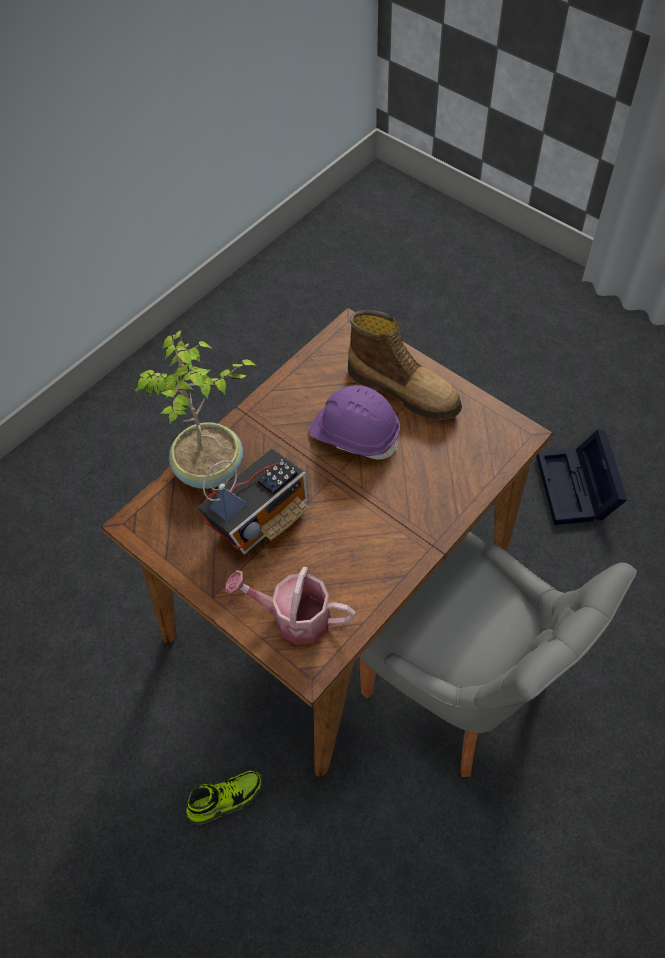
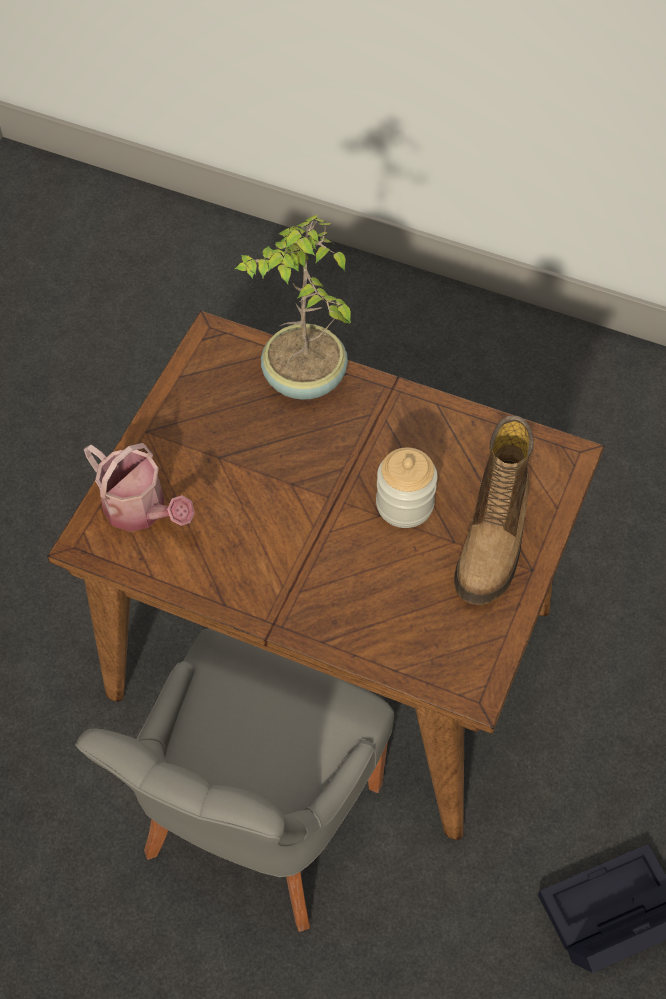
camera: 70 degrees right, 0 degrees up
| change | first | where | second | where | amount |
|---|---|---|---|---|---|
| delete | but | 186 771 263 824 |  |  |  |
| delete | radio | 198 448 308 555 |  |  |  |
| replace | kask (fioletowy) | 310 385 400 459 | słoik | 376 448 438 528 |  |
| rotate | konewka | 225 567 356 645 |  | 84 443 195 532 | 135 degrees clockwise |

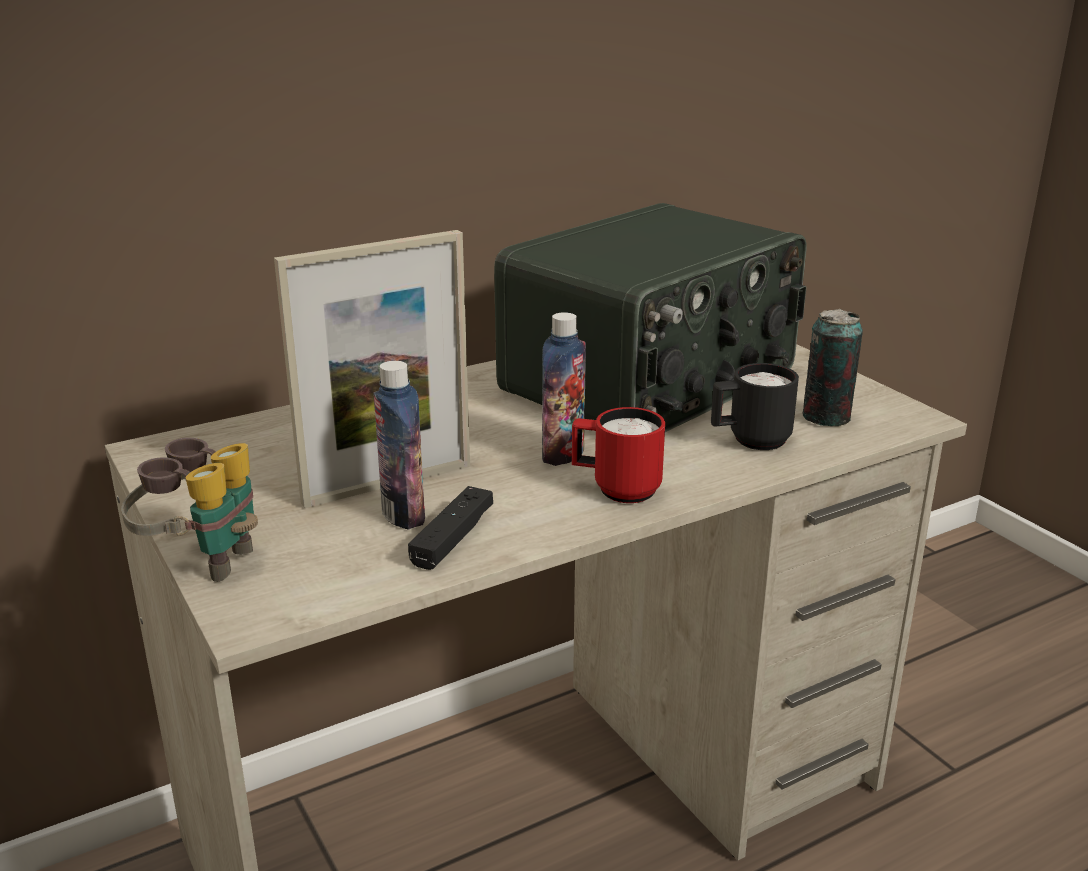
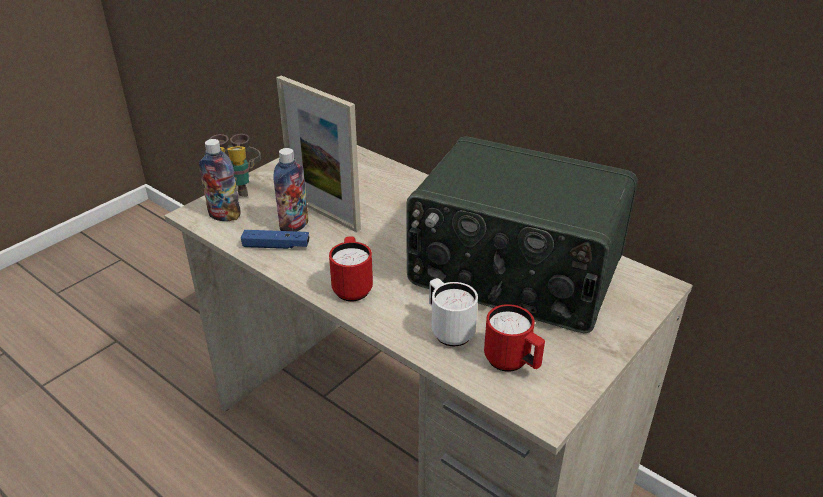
camera: 70 degrees right, 10 degrees up
| change | first | where | second | where | amount |
|---|---|---|---|---|---|
| move | butelka | 542 312 586 466 |  | 199 139 241 221 |  |
| replace | puszka | 802 309 863 426 | kubek (czerwony) | 484 304 545 372 |  |
| recolor | pad do gier (czarny) | 408 486 493 570 | pad do gier (niebieski) | 241 230 310 249 |  |
| recolor | kubek (czarny) | 711 363 799 450 | kubek (biały) | 429 278 478 346 |  |

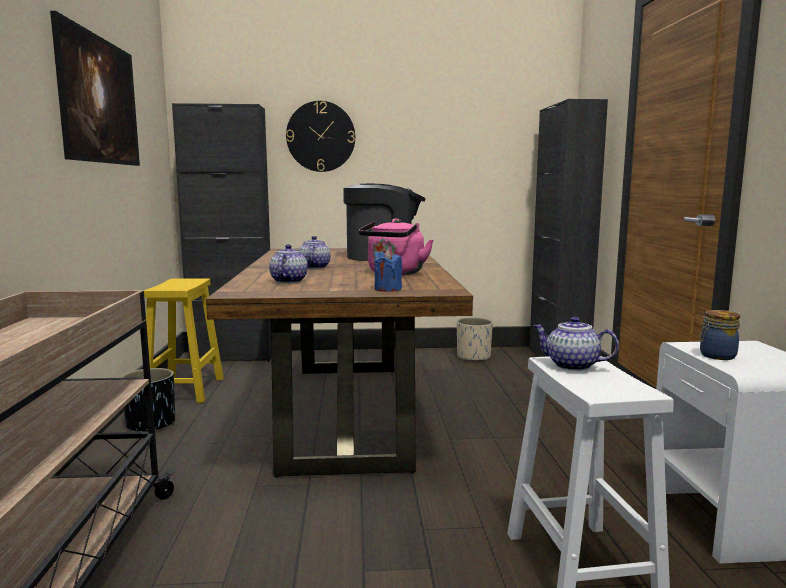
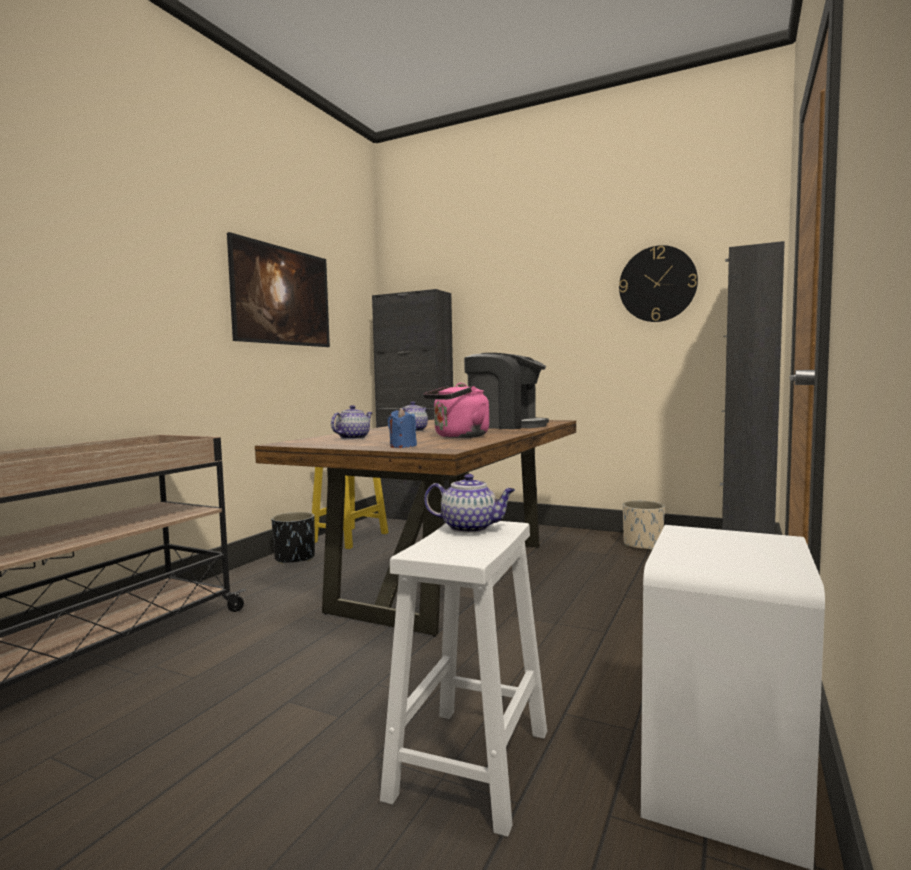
camera: 30 degrees right, 5 degrees down
| change | first | where | second | where | amount |
|---|---|---|---|---|---|
| delete | słoik | 699 310 740 360 |  |  |  |
| move | zegar ścienny | 286 101 355 172 |  | 619 245 698 322 |  |
| rotate | imbryk | 533 316 619 371 |  | 424 474 515 533 | 135 degrees clockwise |

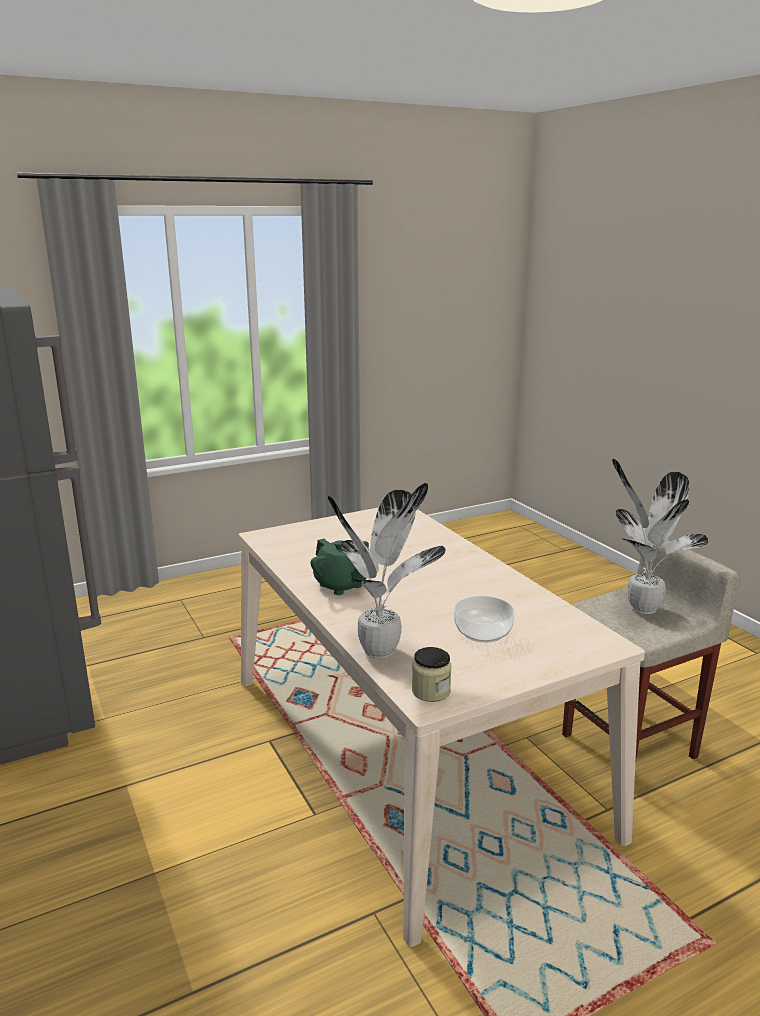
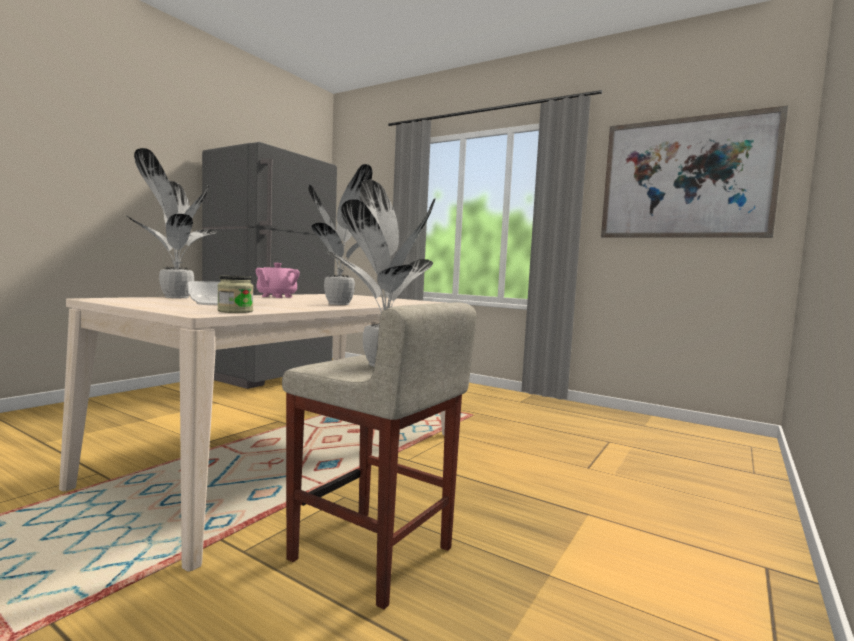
camera: 60 degrees right, 15 degrees down
| change | first | where | second | where | amount |
|---|---|---|---|---|---|
| insert |  |  | roślina doniczkowa | 308 164 372 305 |  |
| insert |  |  | obraz | 601 105 788 238 |  |
| move | słoik | 412 647 452 702 |  | 218 276 254 313 |  |
| recolor | imbryk (zielony) | 310 538 369 595 | imbryk (różowy) | 256 263 300 298 |  |

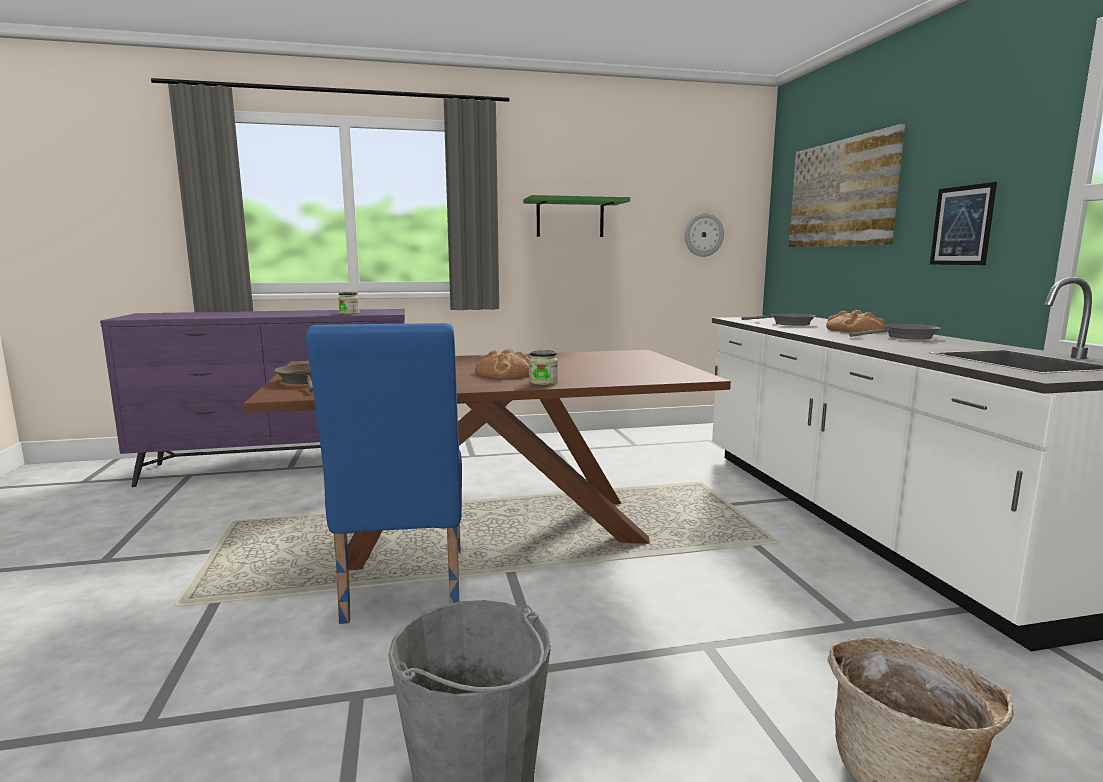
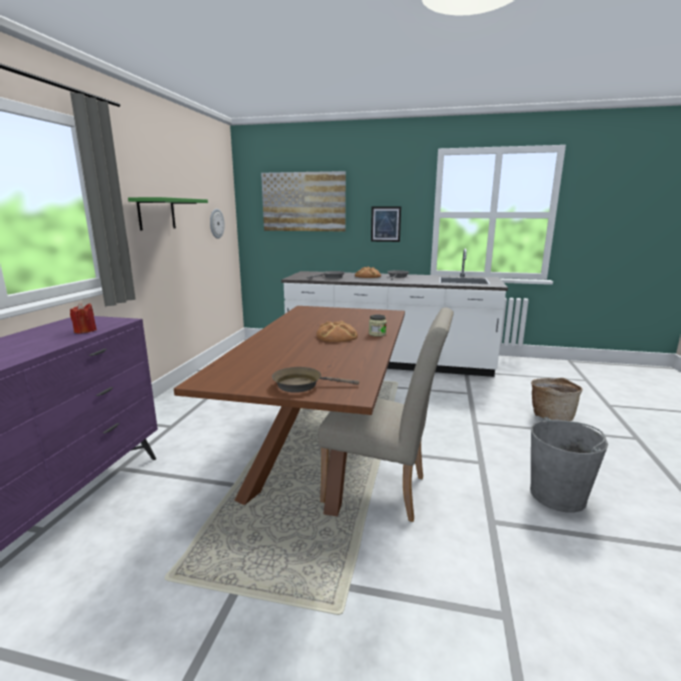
camera: 65 degrees left, 5 degrees up
| change | first | where | second | where | amount |
|---|---|---|---|---|---|
| replace | słoik | 338 292 360 315 | świeca (czerwony) | 70 303 97 334 |  |
| recolor | krzesło (niebieski) | 306 323 462 624 | krzesło (beżowy) | 318 308 454 522 |  |

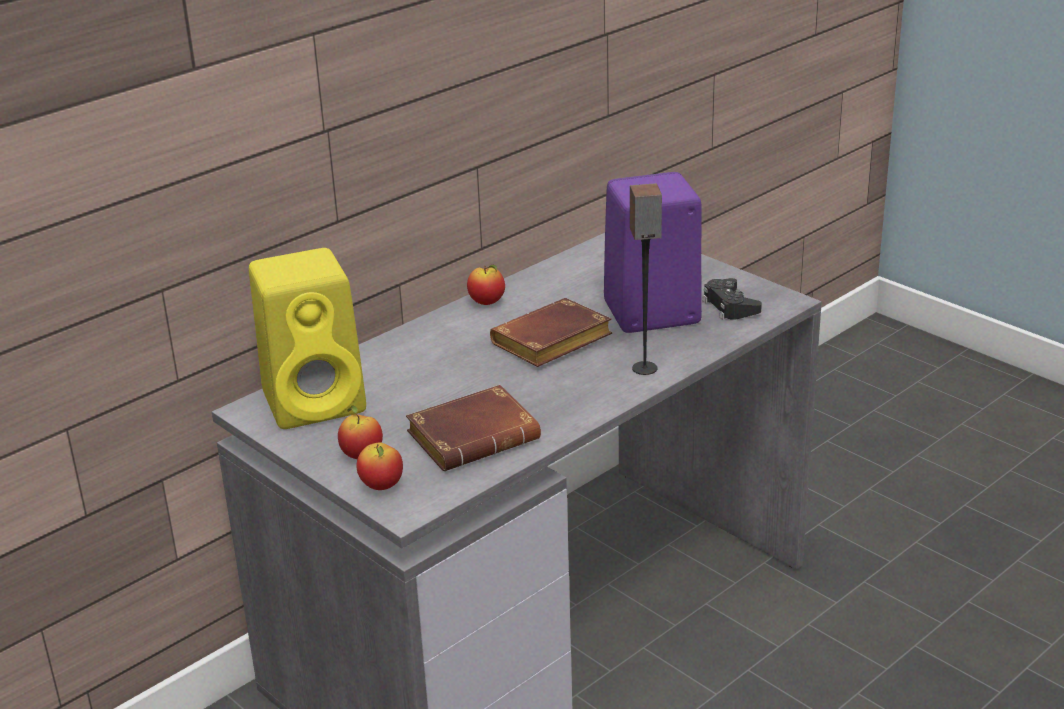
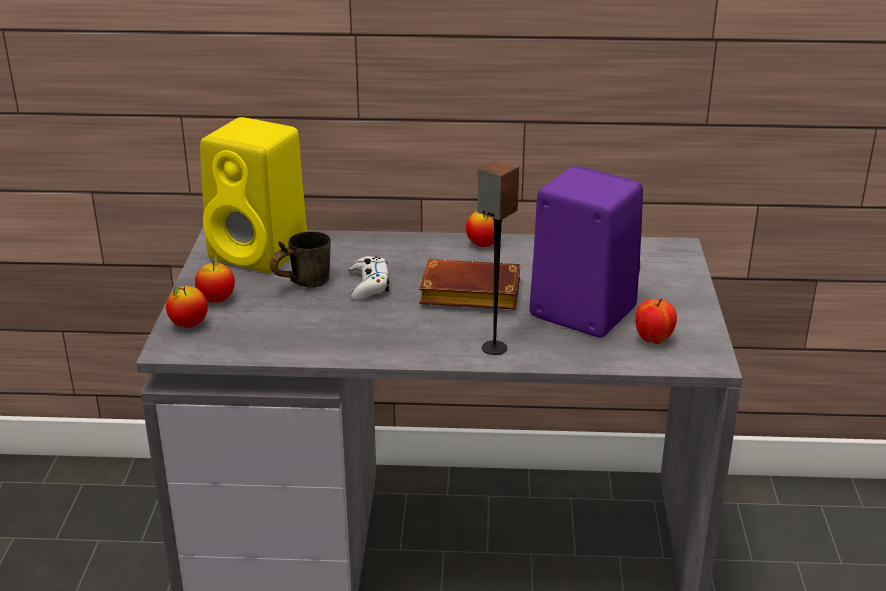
camera: 45 degrees right, 0 degrees up
| change | first | where | second | where | amount |
|---|---|---|---|---|---|
| delete | książka (brązowy) | 406 385 541 471 |  |  |  |
| insert |  |  | kubek (szary) | 270 231 331 288 |  |
| insert |  |  | pad do gier (biały) | 349 256 389 301 |  |
| replace | pad do gier (czarny) | 703 278 762 320 | jabłko | 635 298 677 344 |  |

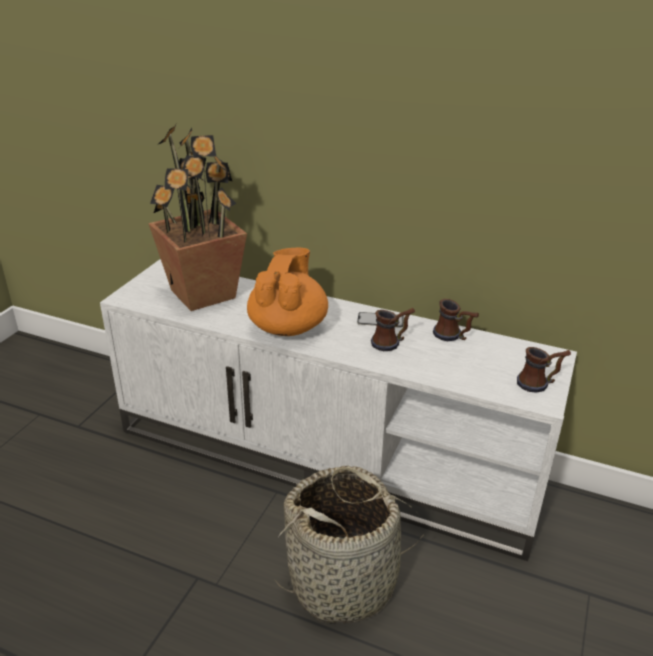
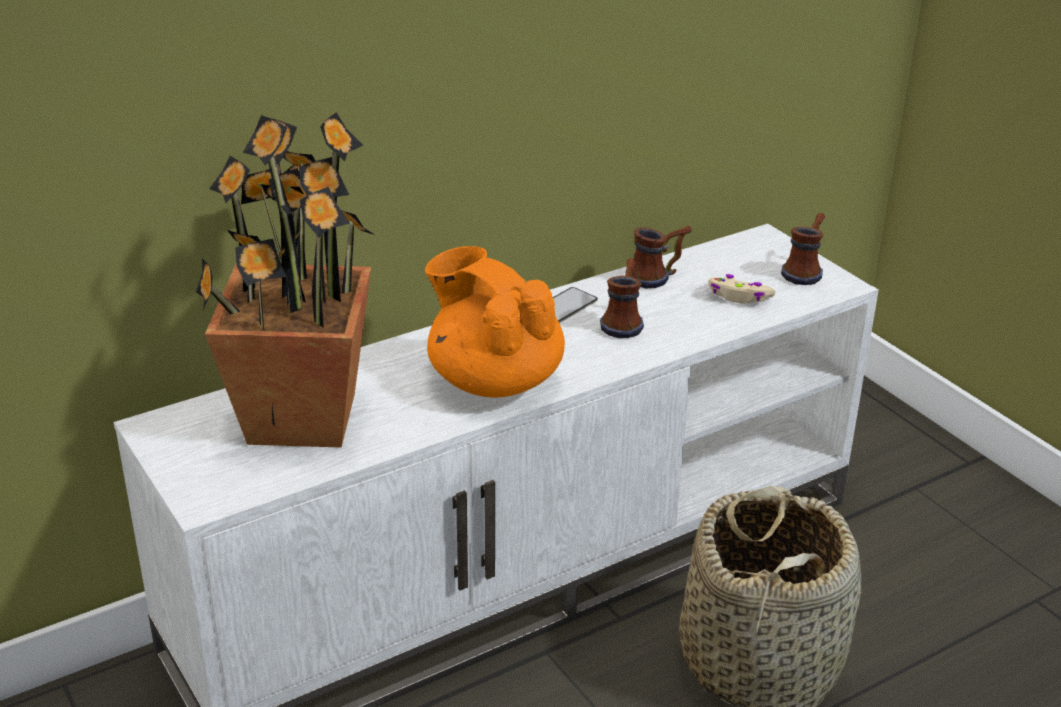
camera: 55 degrees left, 0 degrees up
| change | first | where | second | where | amount |
|---|---|---|---|---|---|
| insert |  |  | pad do gier (beżowy) | 708 274 776 304 |  |

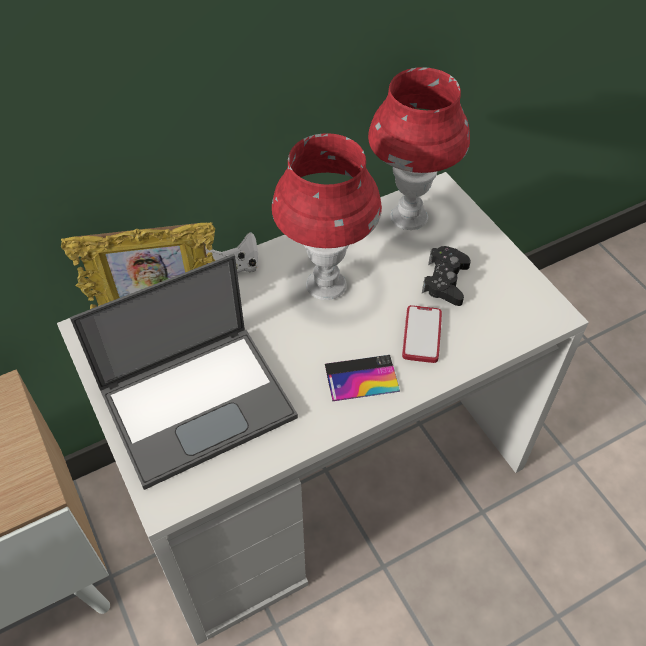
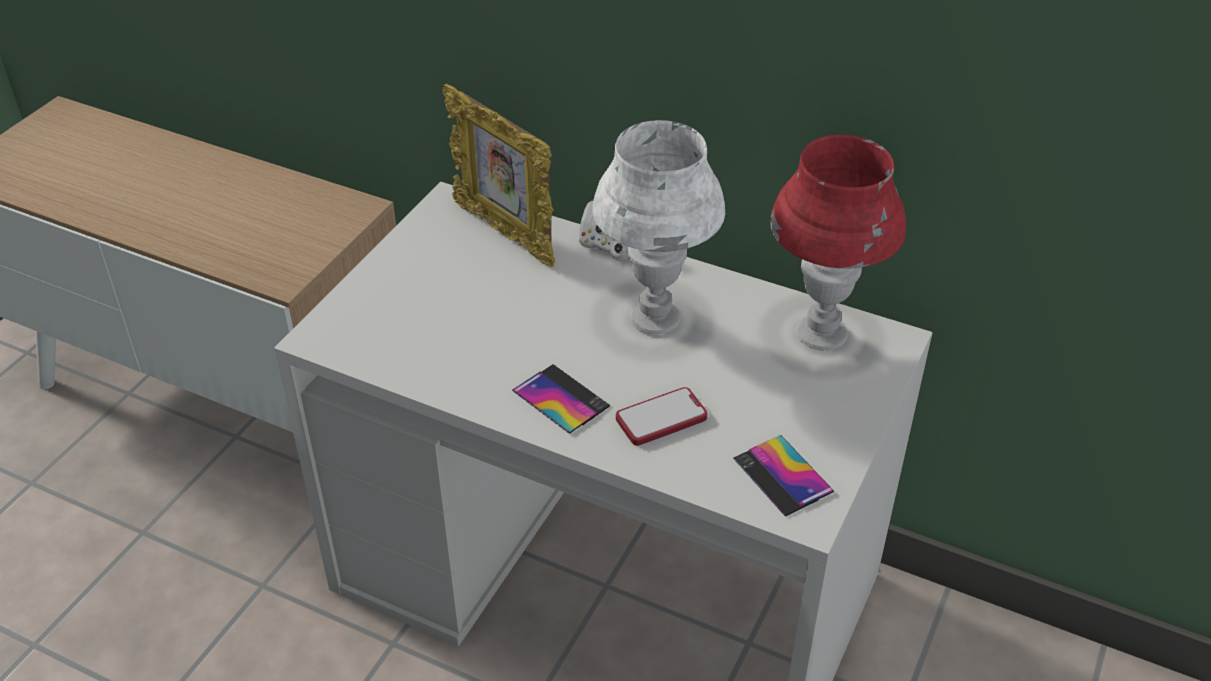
camera: 55 degrees right, 10 degrees down
| change | first | where | second | where | amount |
|---|---|---|---|---|---|
| delete | laptop | 70 254 298 490 |  |  |  |
| delete | pad do gier (czarny) | 422 246 471 306 |  |  |  |
| insert |  |  | telefon | 733 435 834 517 |  |
| recolor | lampa stołowa (czerwony) | 272 133 382 300 | lampa stołowa (biały) | 593 120 725 334 |  |

